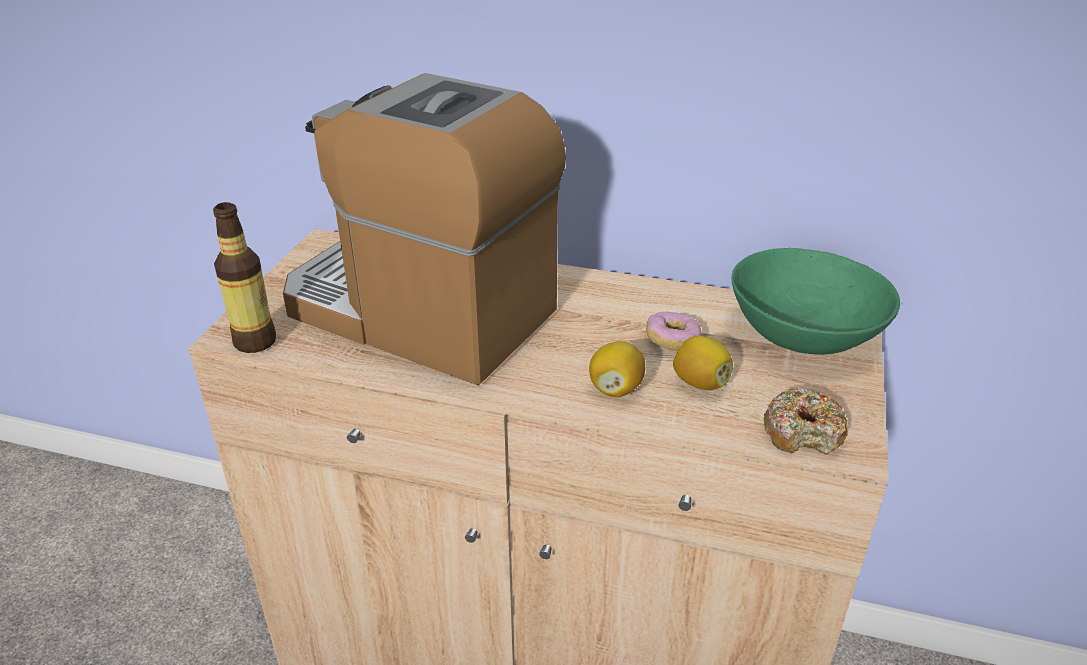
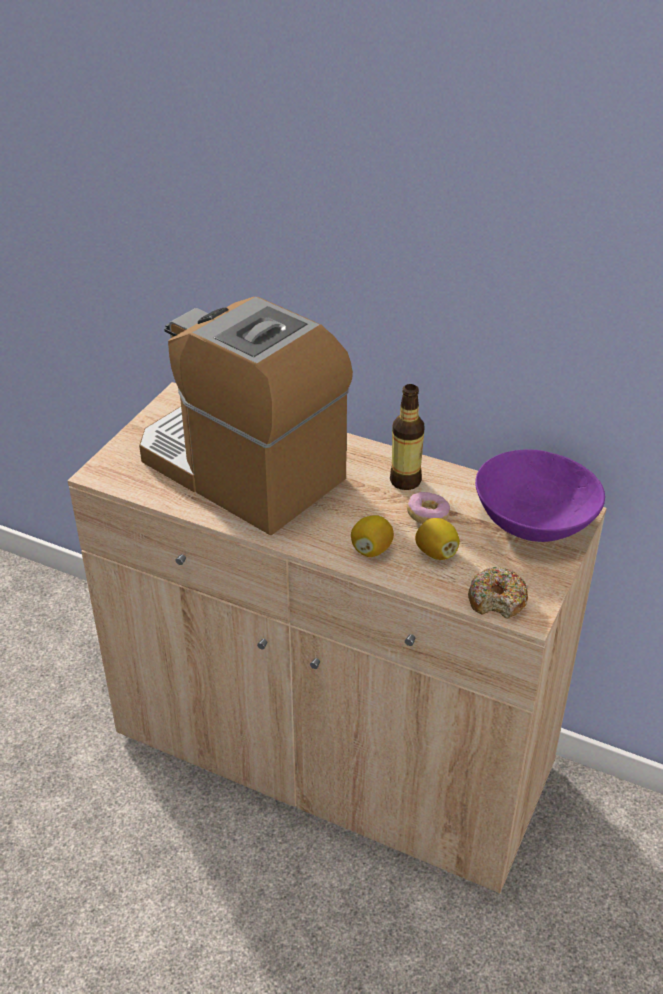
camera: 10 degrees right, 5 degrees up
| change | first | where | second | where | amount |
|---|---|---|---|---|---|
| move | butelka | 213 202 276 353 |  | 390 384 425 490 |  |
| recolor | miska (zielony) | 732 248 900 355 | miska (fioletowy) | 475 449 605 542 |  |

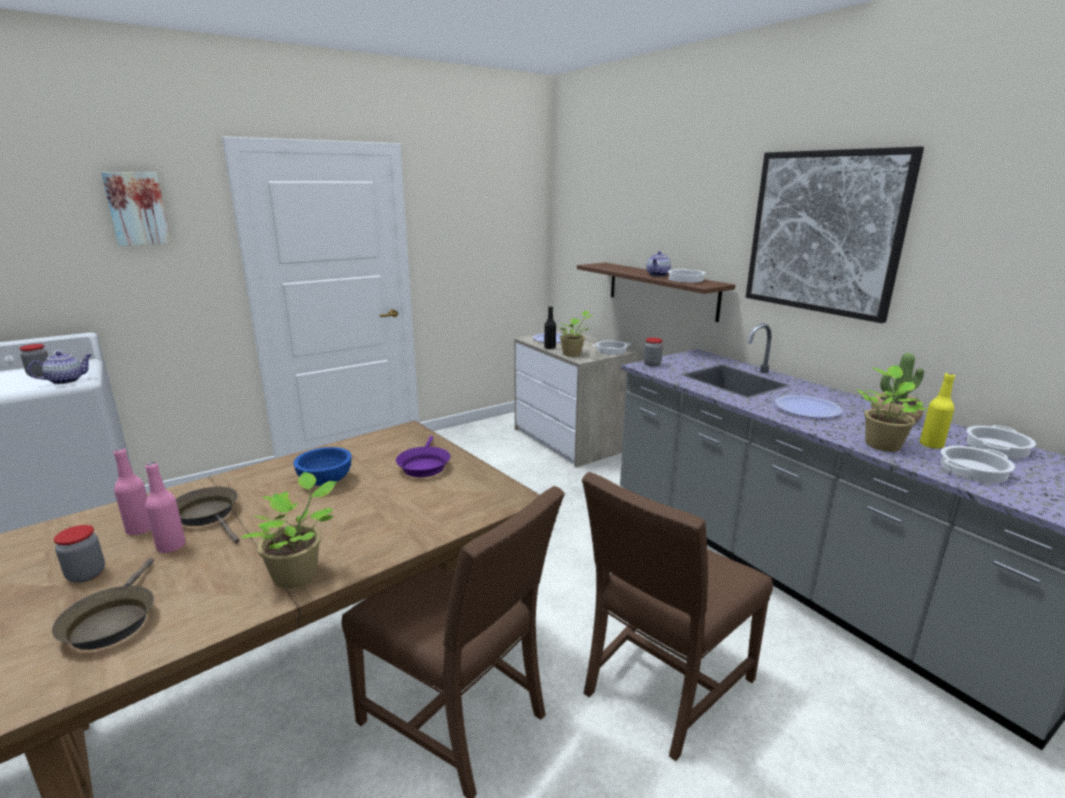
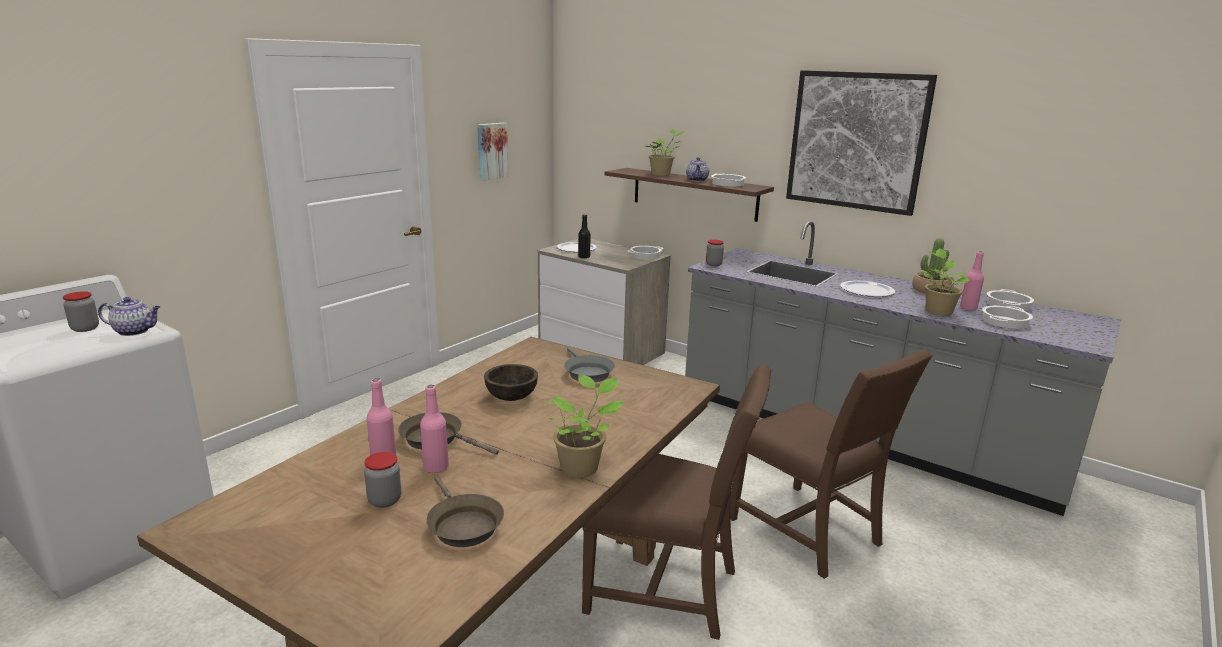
camera: 20 degrees left, 0 degrees up
| change | first | where | second | where | amount |
|---|---|---|---|---|---|
| move | obraz | 101 172 171 246 |  | 477 123 508 181 |  |
| move | roślina doniczkowa | 558 310 593 357 |  | 646 129 685 176 |  |
| recolor | miska (niebieski) | 293 447 352 486 | miska (brązowy) | 484 364 538 401 |  |
| recolor | patelnia (fioletowy) | 396 436 450 477 | patelnia (szary) | 564 347 615 382 |  |
| recolor | butelka (żółty) | 920 373 955 449 | butelka (różowy) | 960 251 984 310 |  |
| rotate | imbryk | 28 351 91 384 |  | 98 297 161 336 | 60 degrees clockwise |
| rotate | krzesło (brązowy) | 582 472 773 761 |  | 730 349 932 579 | 60 degrees counterclockwise |

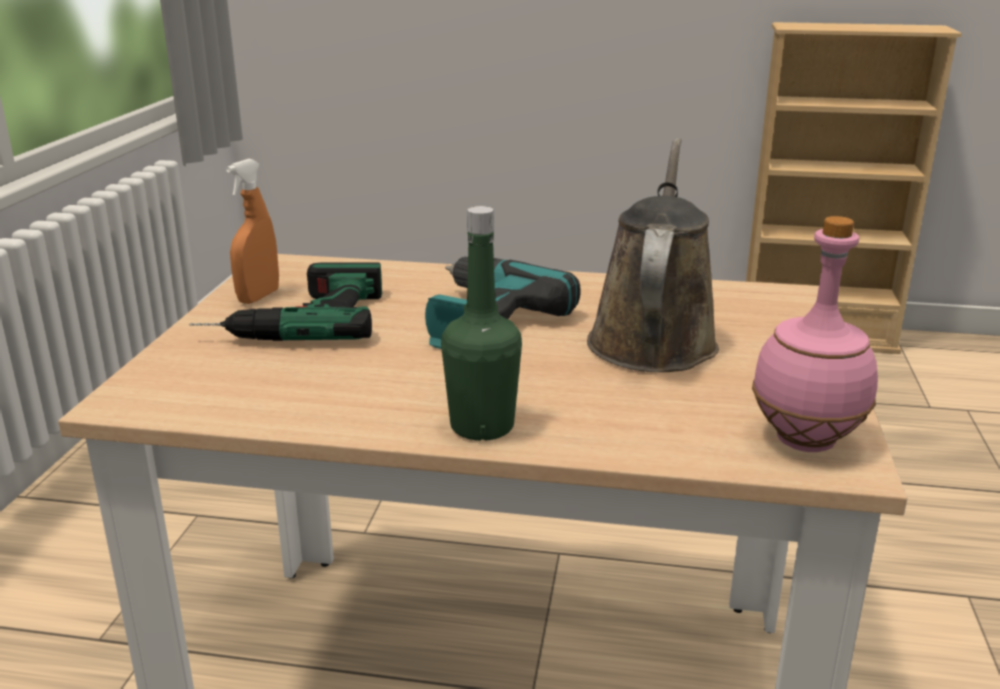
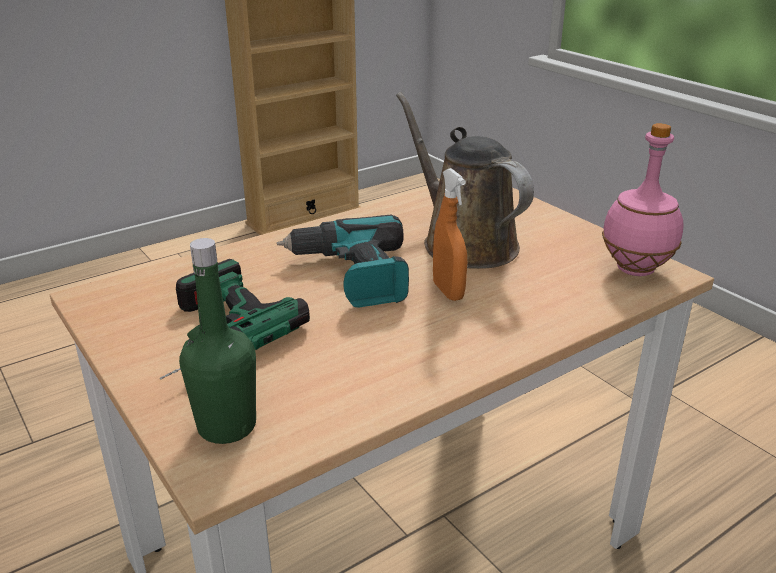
camera: 45 degrees left, 5 degrees up
| change | first | where | second | where | amount |
|---|---|---|---|---|---|
| move | spryskiwacz (pomarańczowy) | 226 159 279 304 |  | 433 168 467 301 |  |
| move | butelka (zielony) | 441 206 522 441 |  | 179 238 256 444 |  |

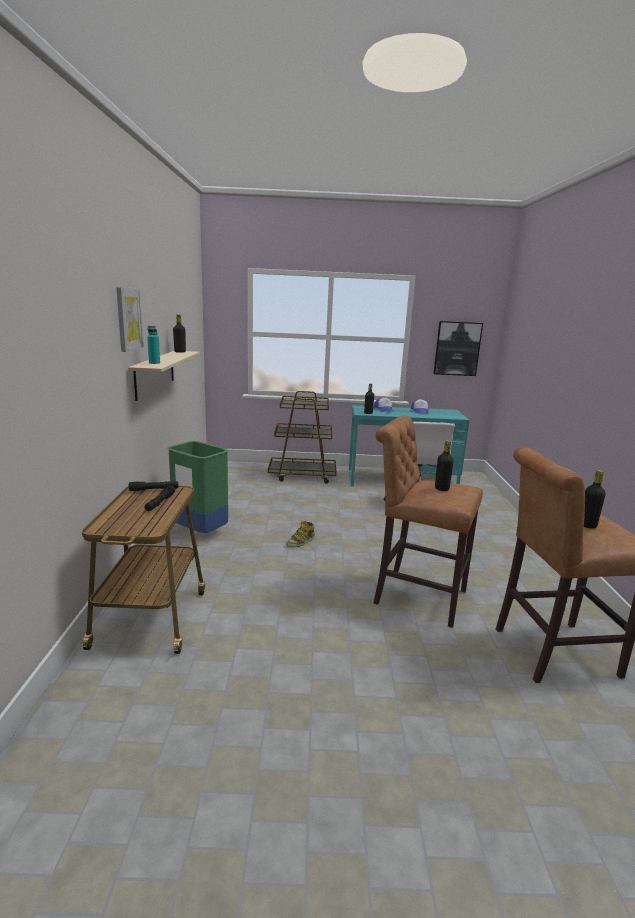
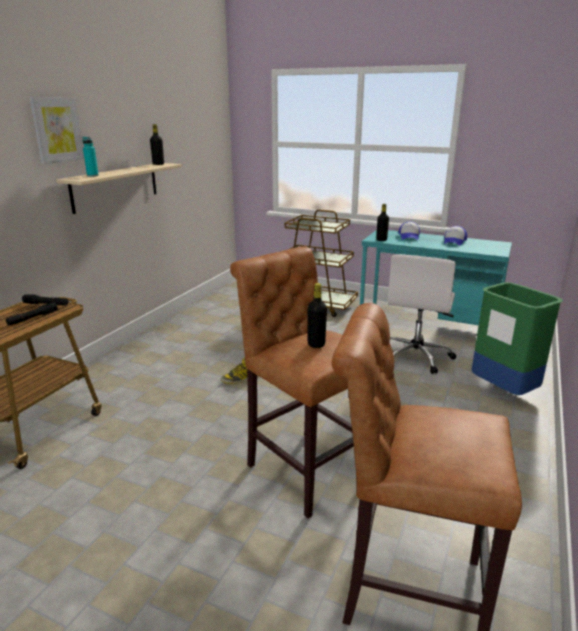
camera: 25 degrees right, 5 degrees up
| change | first | where | second | where | amount |
|---|---|---|---|---|---|
| delete | obraz | 433 321 483 376 |  |  |  |
| delete | butelka (czarny) | 584 470 605 529 |  |  |  |
| move | kosz na śmieci (zielony) | 167 441 229 533 |  | 472 282 563 395 |  |

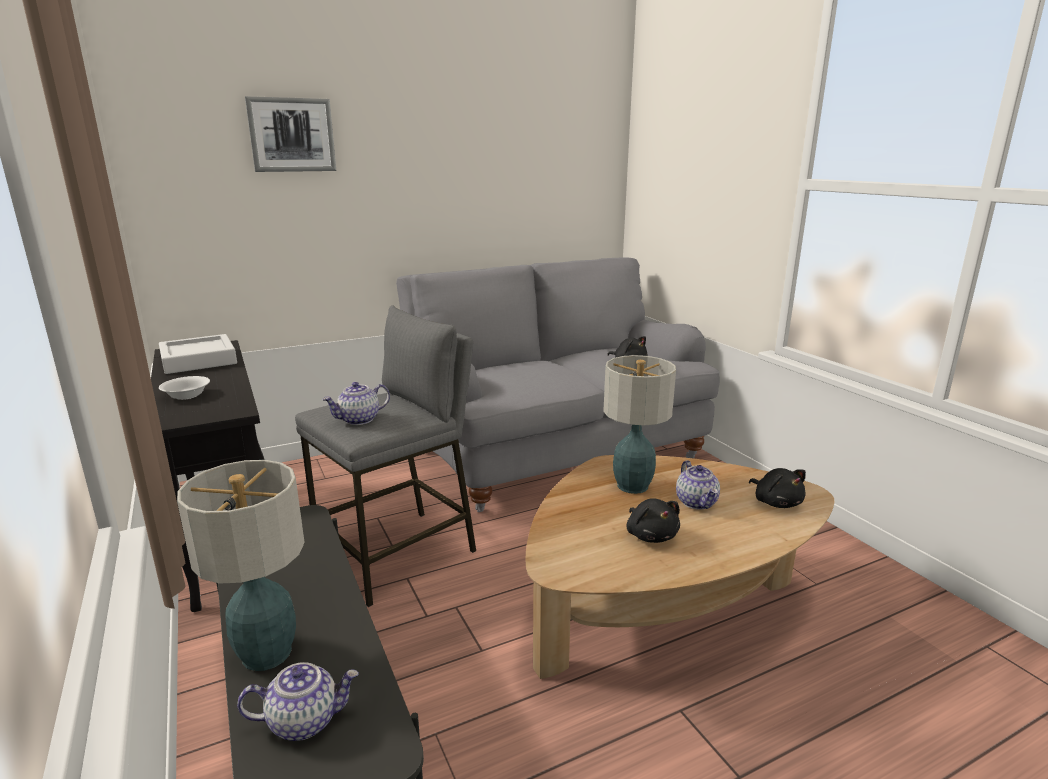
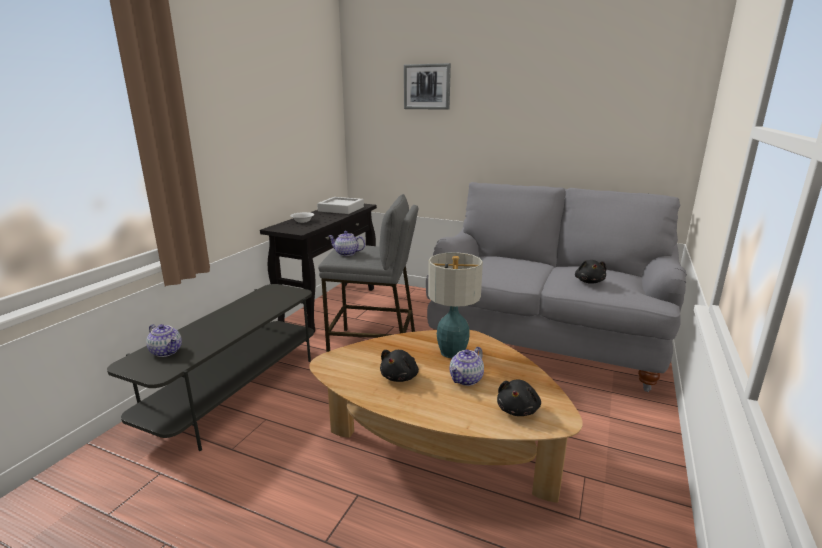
camera: 50 degrees right, 0 degrees up
| change | first | where | second | where | amount |
|---|---|---|---|---|---|
| delete | lampa stołowa | 177 460 305 671 |  |  |  |

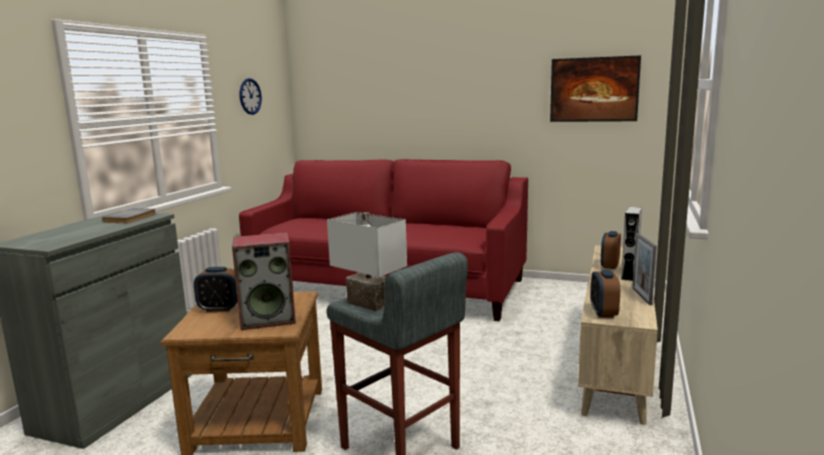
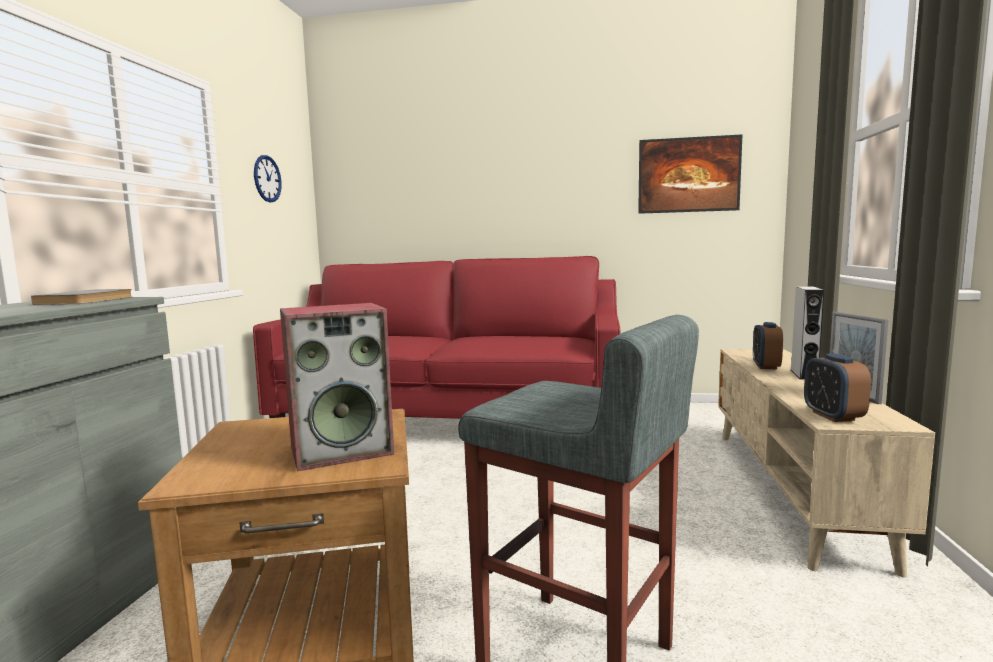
camera: 10 degrees left, 5 degrees down
| change | first | where | second | where | amount |
|---|---|---|---|---|---|
| delete | budzik | 194 267 238 312 |  |  |  |
| delete | lampa stołowa (biały) | 327 212 407 311 |  |  |  |

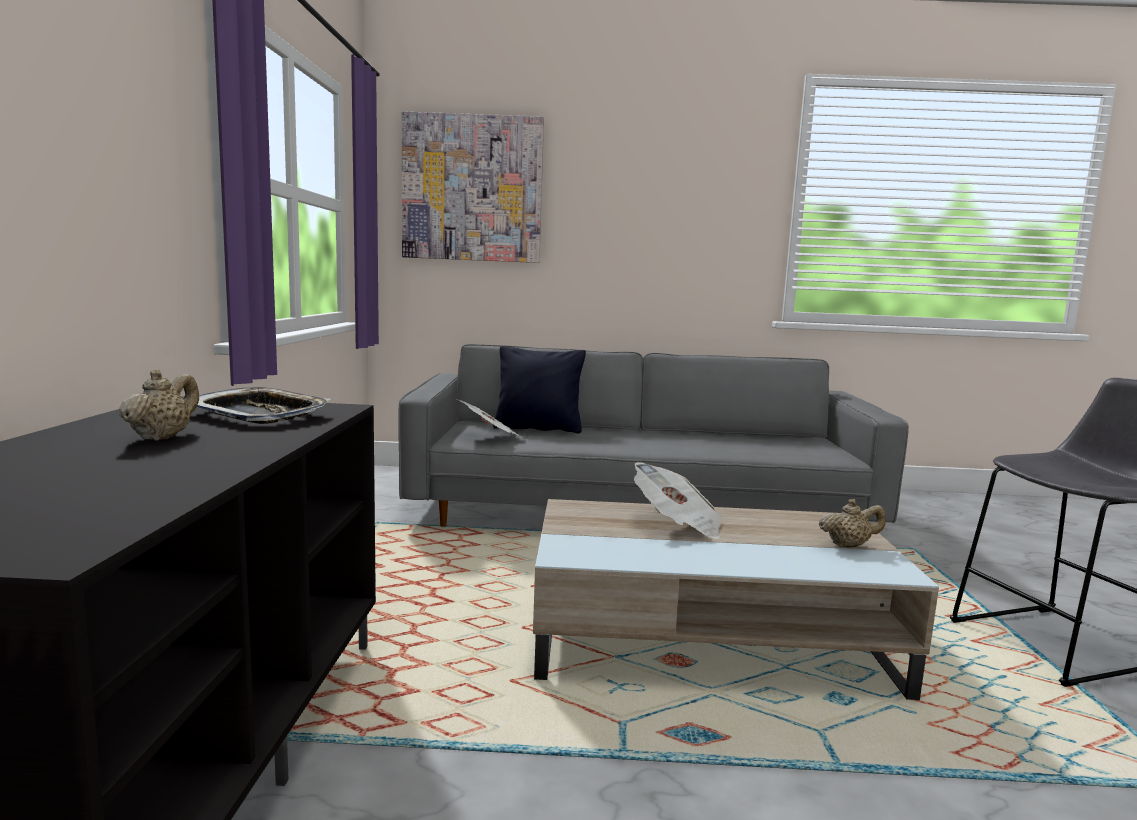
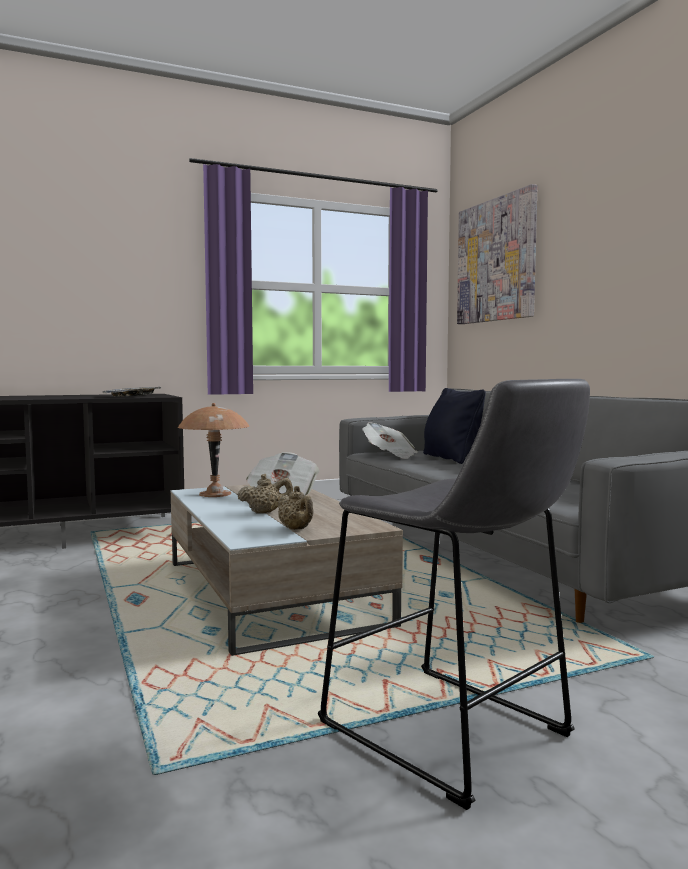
camera: 65 degrees right, 5 degrees down
| change | first | where | second | where | amount |
|---|---|---|---|---|---|
| insert |  |  | lampa stołowa (brązowy) | 178 403 249 497 |  |
| move | imbryk (beżowy) | 120 369 199 441 |  | 237 474 293 514 |  |

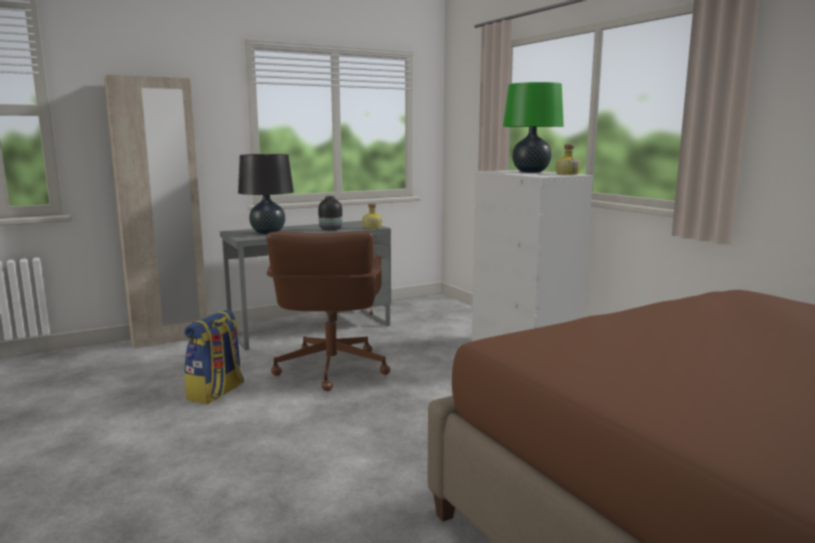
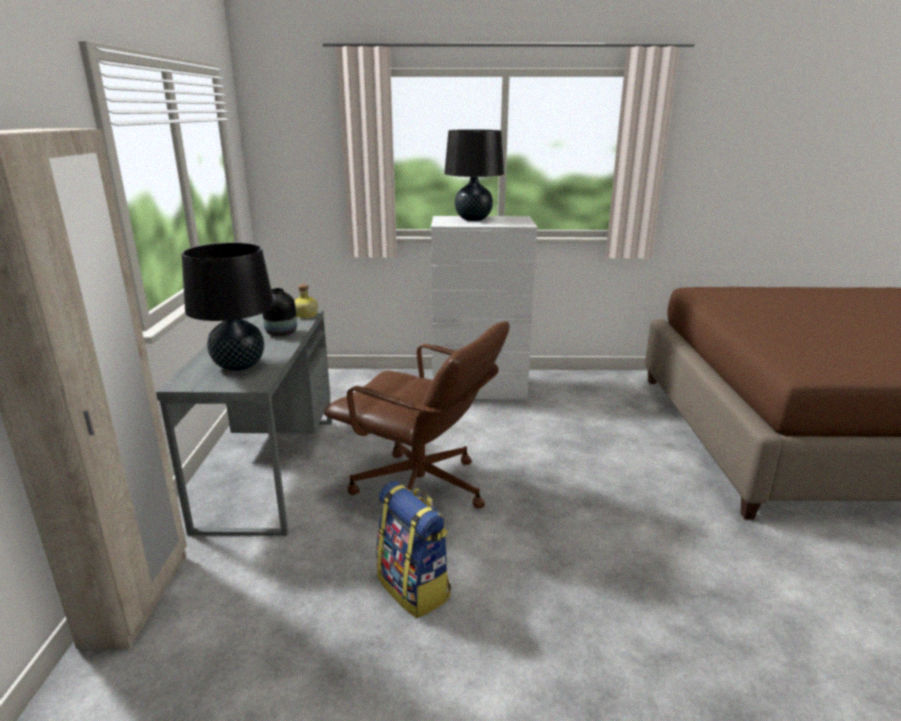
camera: 60 degrees left, 10 degrees up
| change | first | where | second | where | amount |
|---|---|---|---|---|---|
| delete | butelka | 555 144 581 175 |  |  |  |
| recolor | lampa stołowa (zielony) | 503 82 564 173 | lampa stołowa (czarny) | 444 129 504 221 |  |

